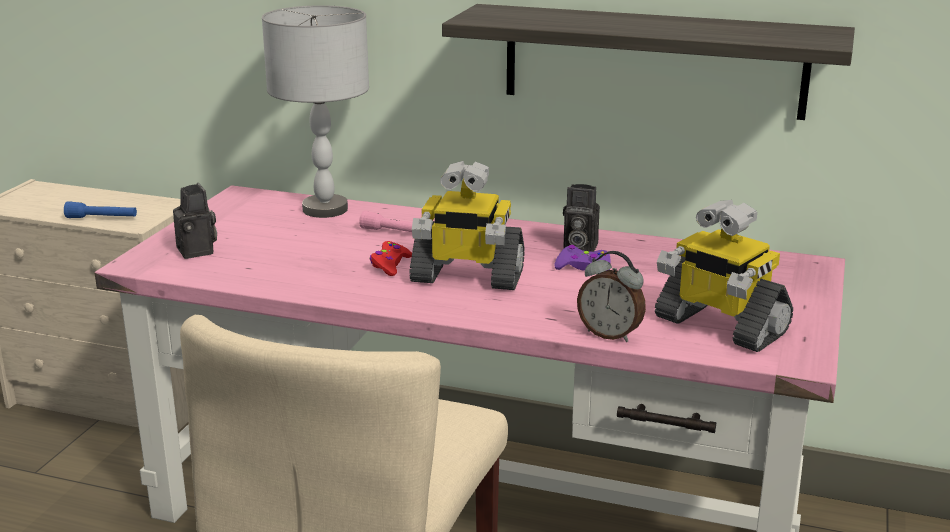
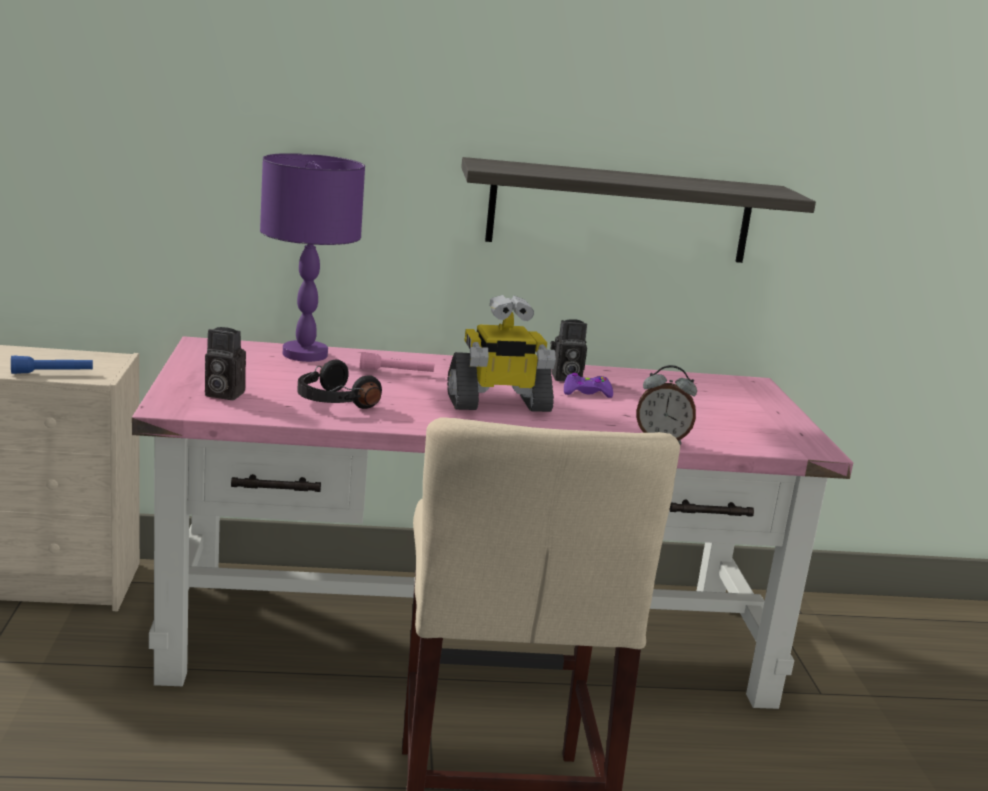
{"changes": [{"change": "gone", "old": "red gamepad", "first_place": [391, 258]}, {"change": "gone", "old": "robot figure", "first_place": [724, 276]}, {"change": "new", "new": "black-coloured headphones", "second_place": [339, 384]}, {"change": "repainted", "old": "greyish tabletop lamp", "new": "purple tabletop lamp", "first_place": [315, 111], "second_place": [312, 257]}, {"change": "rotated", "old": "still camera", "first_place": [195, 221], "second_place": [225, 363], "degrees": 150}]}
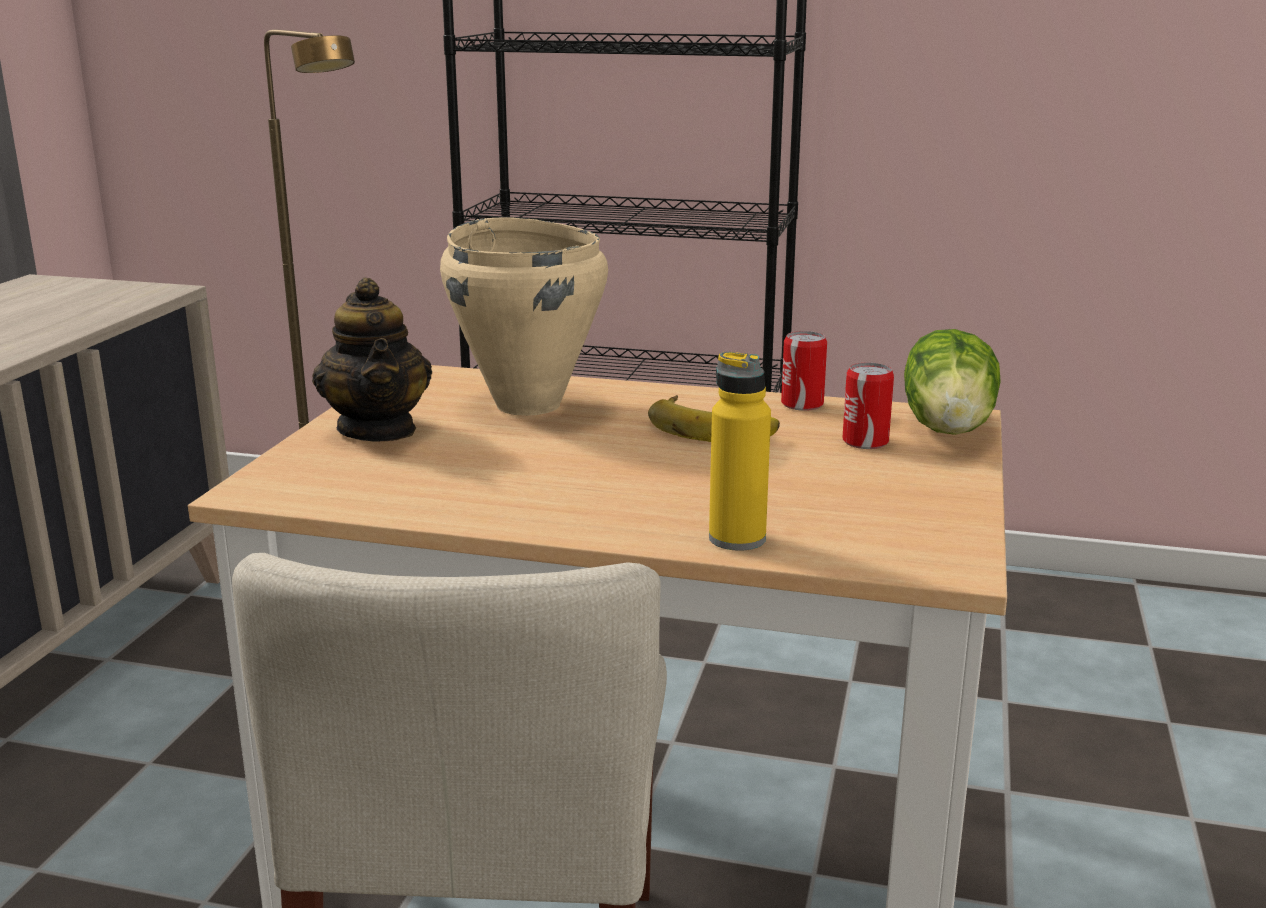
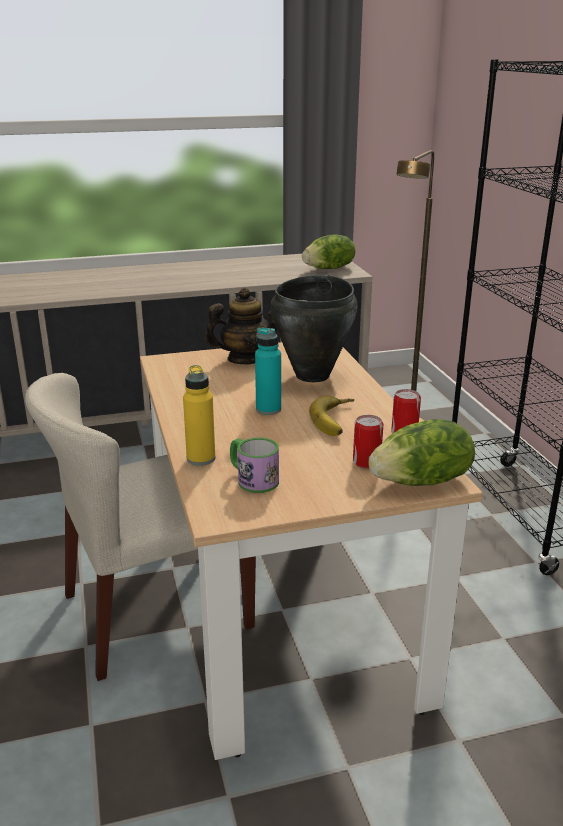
{"changes": [{"change": "new", "new": "coffee mug", "second_place": [254, 465]}, {"change": "new", "new": "turquoise beverage bottle", "second_place": [268, 371]}, {"change": "new", "new": "lettuce", "second_place": [328, 252]}, {"change": "repainted", "old": "sand-coloured saucepot", "new": "black-coloured saucepot", "first_place": [524, 316], "second_place": [314, 328]}, {"change": "rotated", "old": "pot for tea", "first_place": [372, 360], "second_place": [240, 326], "degrees": -150}]}
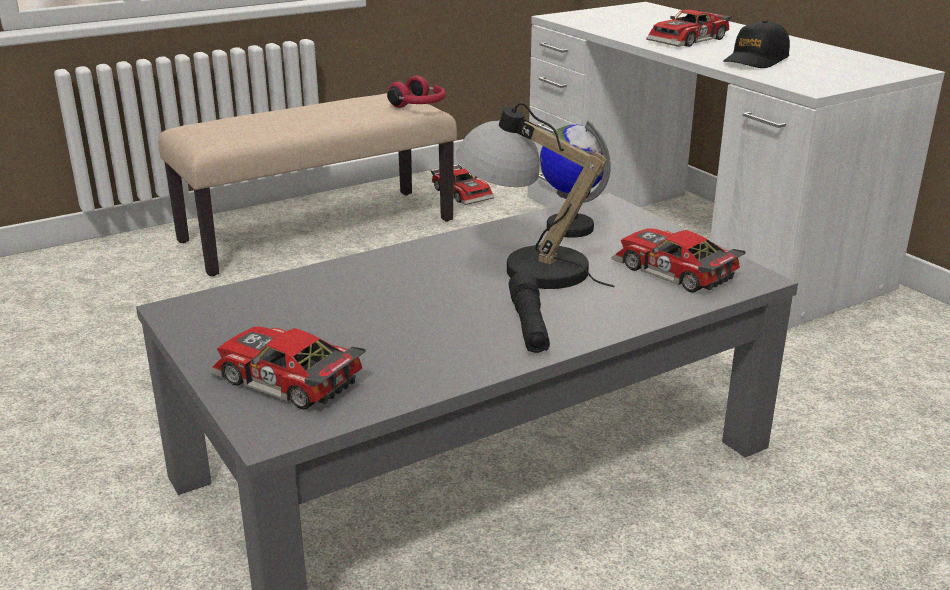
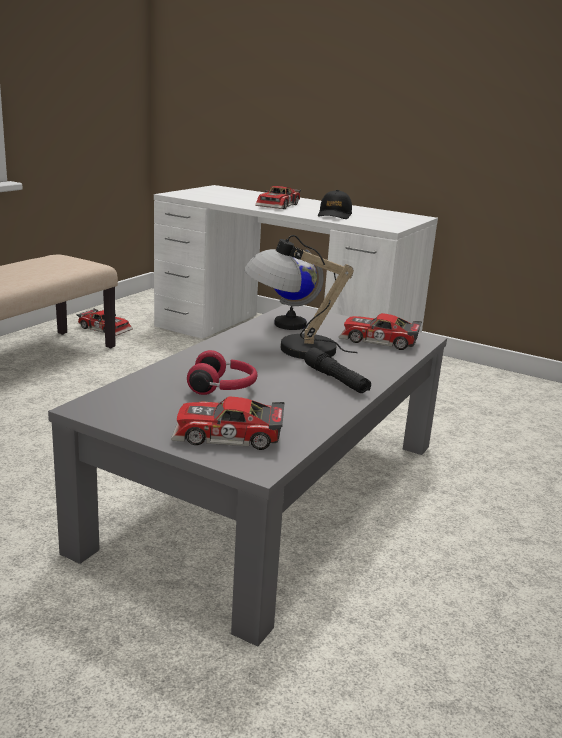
{"changes": [{"change": "shifted", "old": "red headphones", "first_place": [416, 92], "second_place": [222, 372]}]}
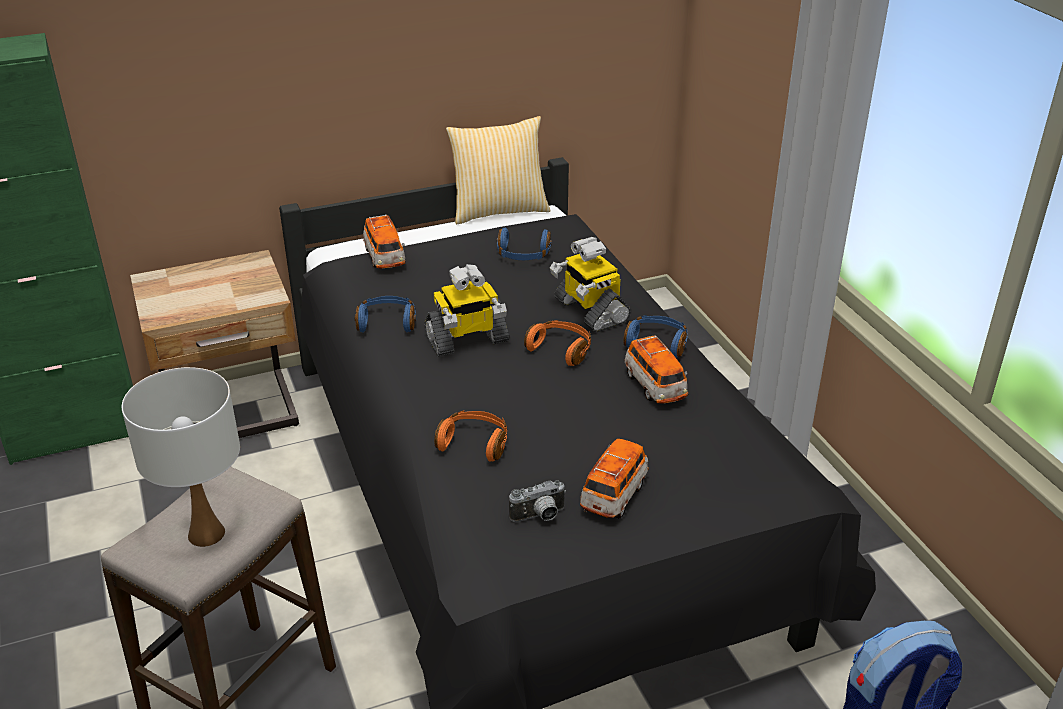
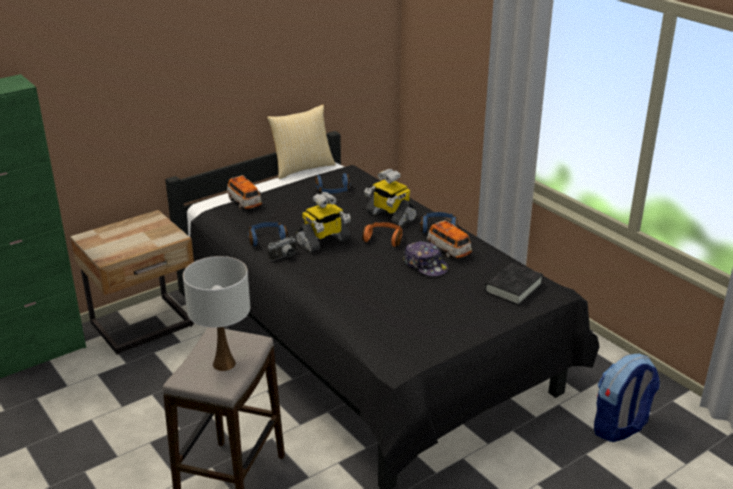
{"changes": [{"change": "gone", "old": "orangey headphones", "first_place": [470, 435]}, {"change": "gone", "old": "model car", "first_place": [614, 478]}, {"change": "new", "new": "cap", "second_place": [425, 259]}, {"change": "new", "new": "black-coloured book", "second_place": [514, 284]}, {"change": "shifted", "old": "still camera", "first_place": [537, 501], "second_place": [282, 248]}]}
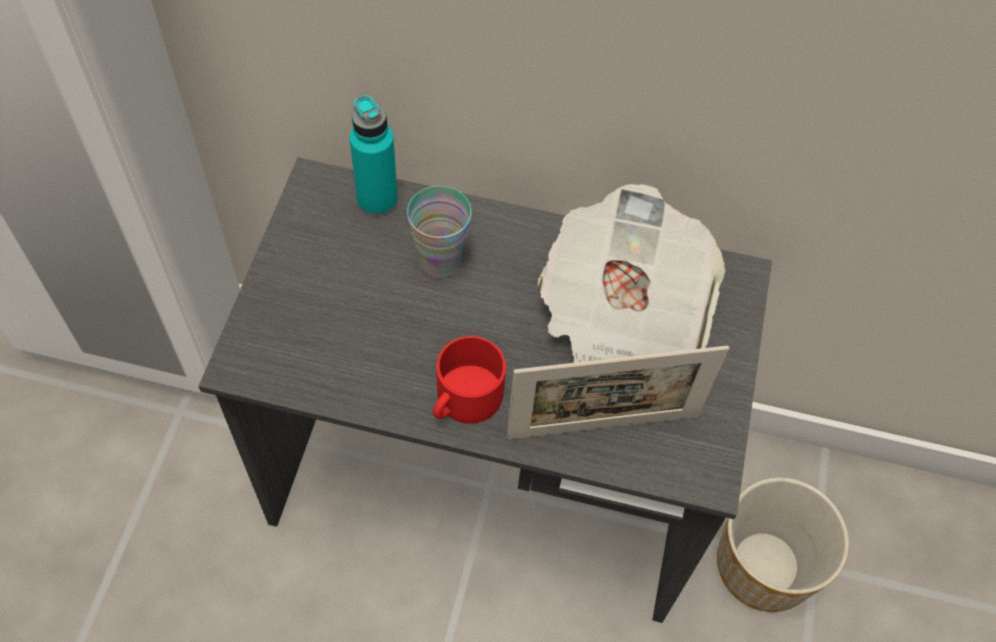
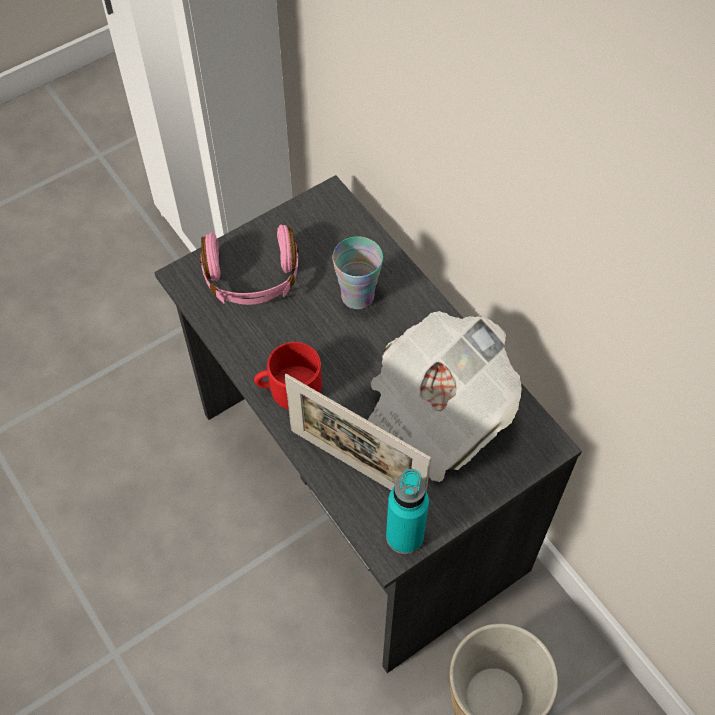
{"changes": [{"change": "new", "new": "pinkish headphones", "second_place": [249, 265]}, {"change": "shifted", "old": "turquoise beverage bottle", "first_place": [374, 155], "second_place": [407, 511]}]}
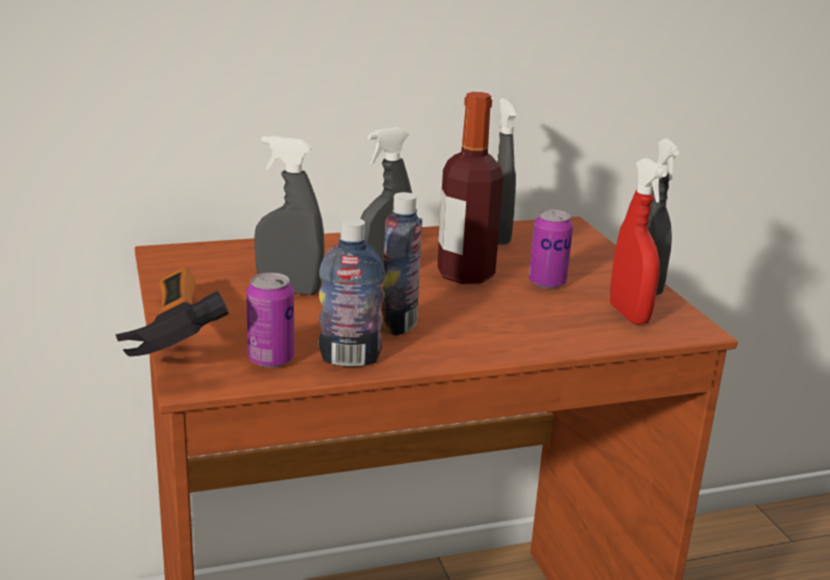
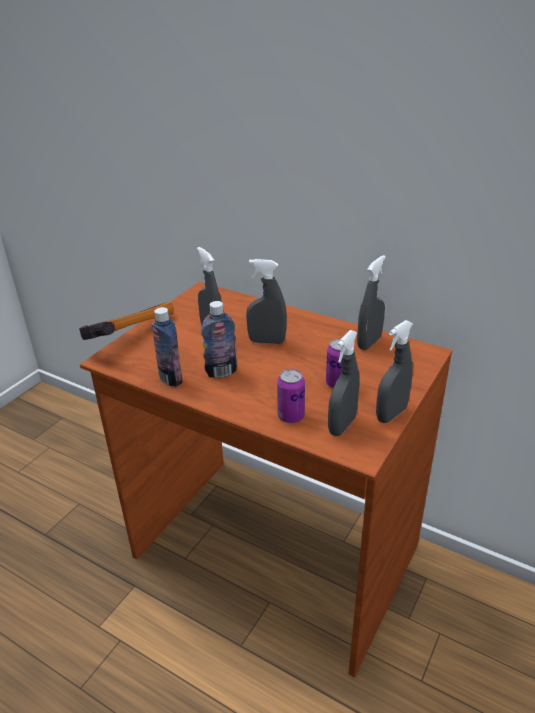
{"changes": [{"change": "gone", "old": "beverage bottle", "first_place": [470, 188]}, {"change": "shifted", "old": "metal can", "first_place": [270, 320], "second_place": [291, 396]}, {"change": "repainted", "old": "red hand sprayer", "new": "greyish hand sprayer", "first_place": [638, 241], "second_place": [343, 383]}]}
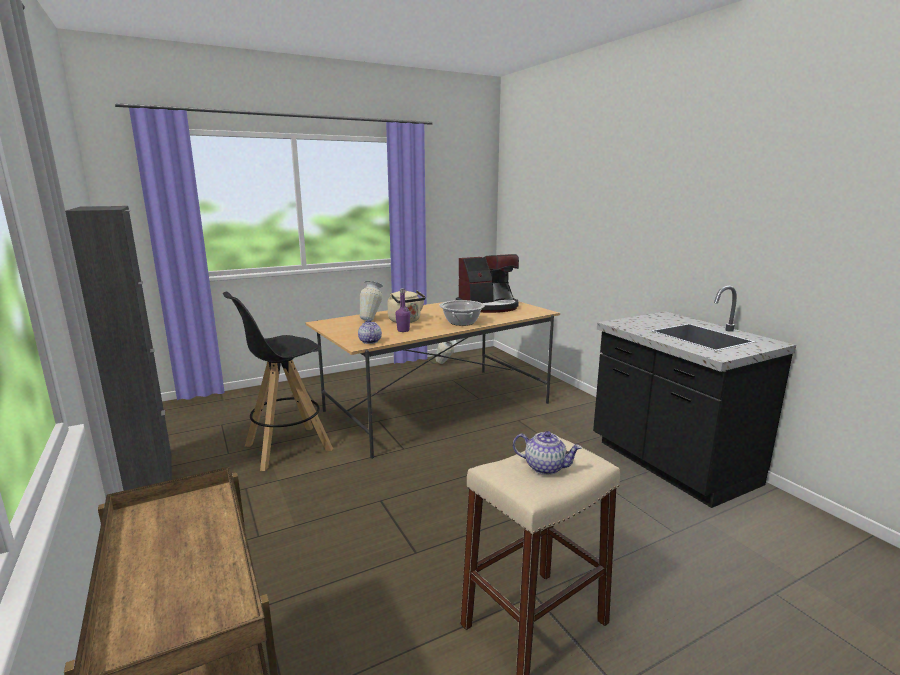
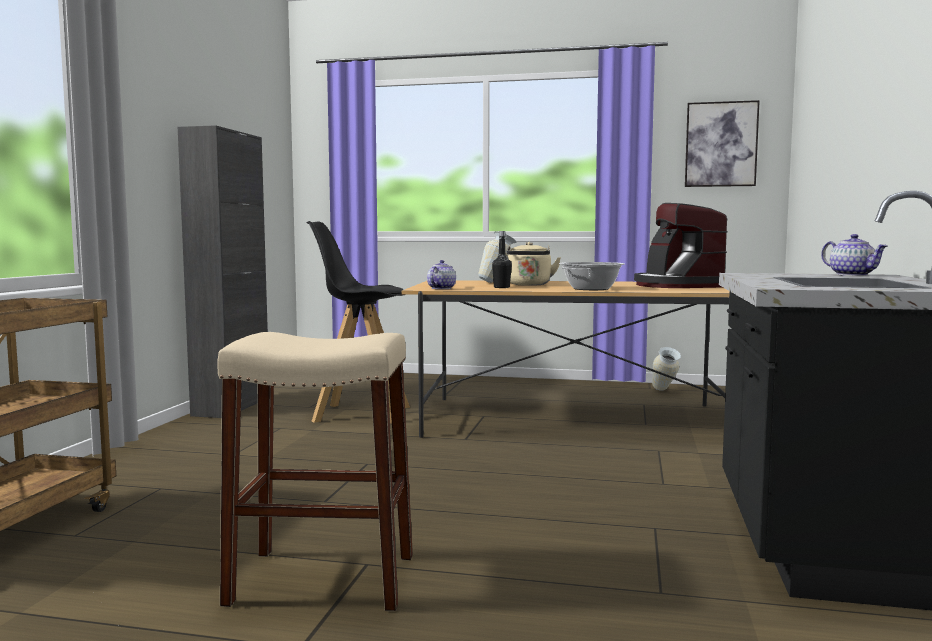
{"changes": [{"change": "new", "new": "wall picture", "second_place": [722, 143]}, {"change": "shifted", "old": "pot for tea", "first_place": [547, 453], "second_place": [854, 255]}, {"change": "repainted", "old": "purple beverage bottle", "new": "black-coloured beverage bottle", "first_place": [403, 310], "second_place": [502, 259]}, {"change": "rotated", "old": "coffee machine", "first_place": [487, 283], "second_place": [681, 245], "degrees": 60}]}
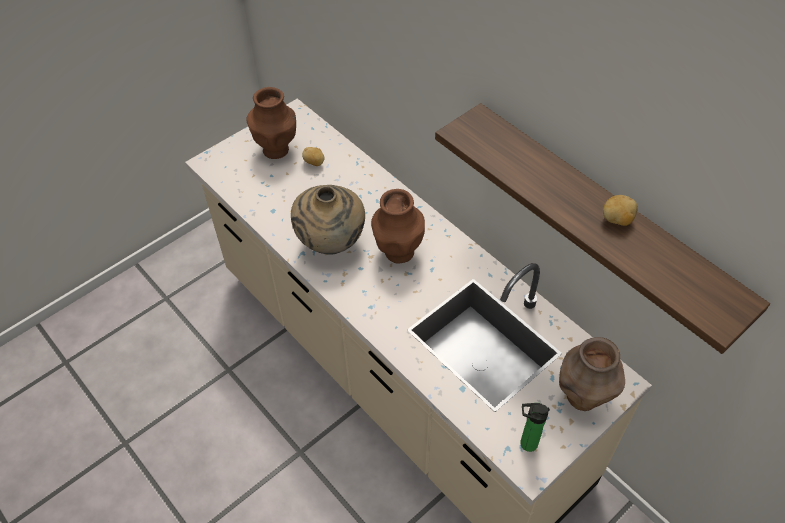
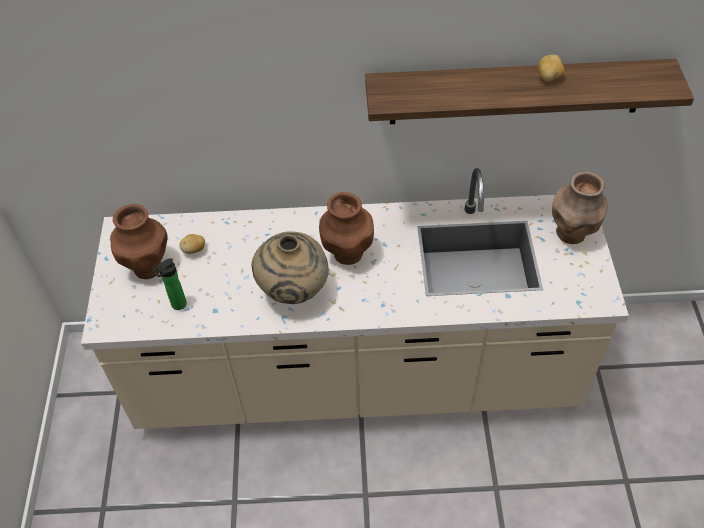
{"changes": [{"change": "shifted", "old": "beverage bottle", "first_place": [535, 427], "second_place": [169, 284]}]}
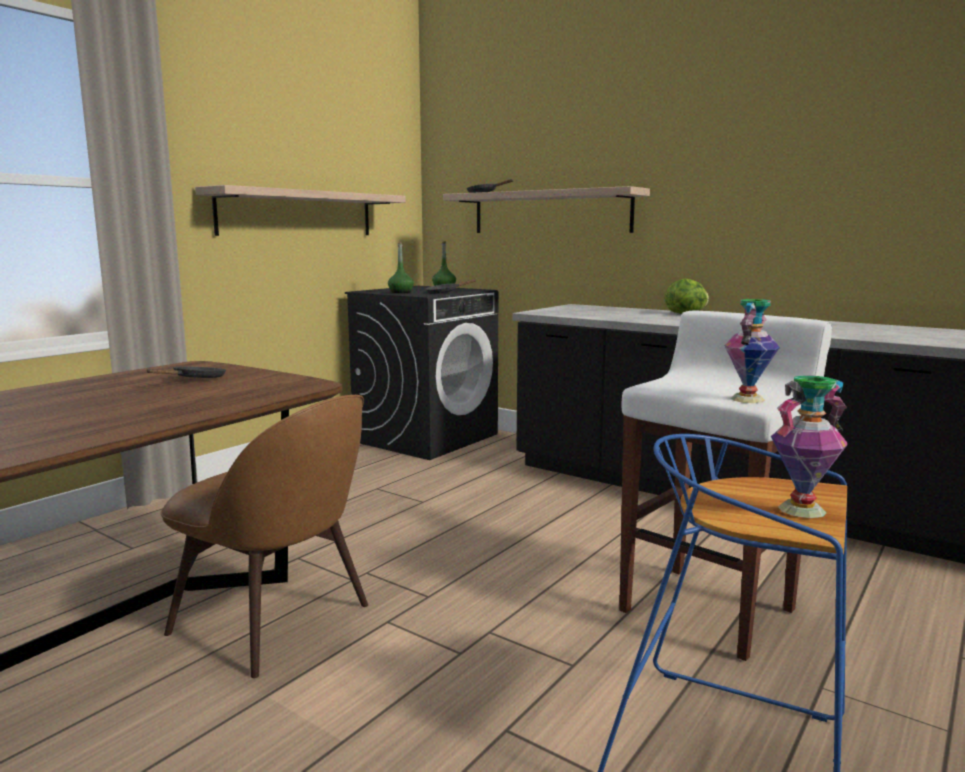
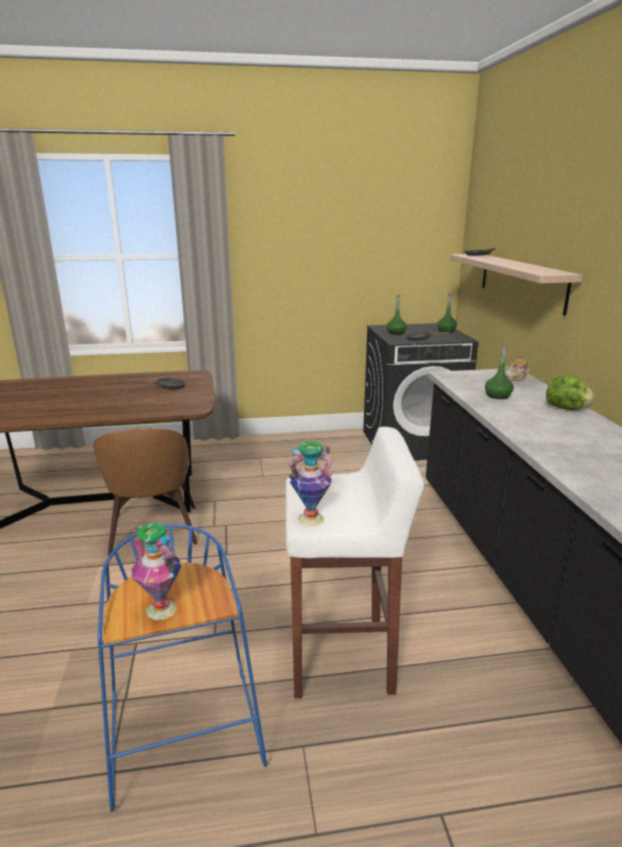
{"changes": [{"change": "gone", "old": "wall shelf", "first_place": [300, 210]}, {"change": "new", "new": "green-coloured beverage bottle", "second_place": [499, 372]}, {"change": "new", "new": "pot for tea", "second_place": [517, 368]}]}
